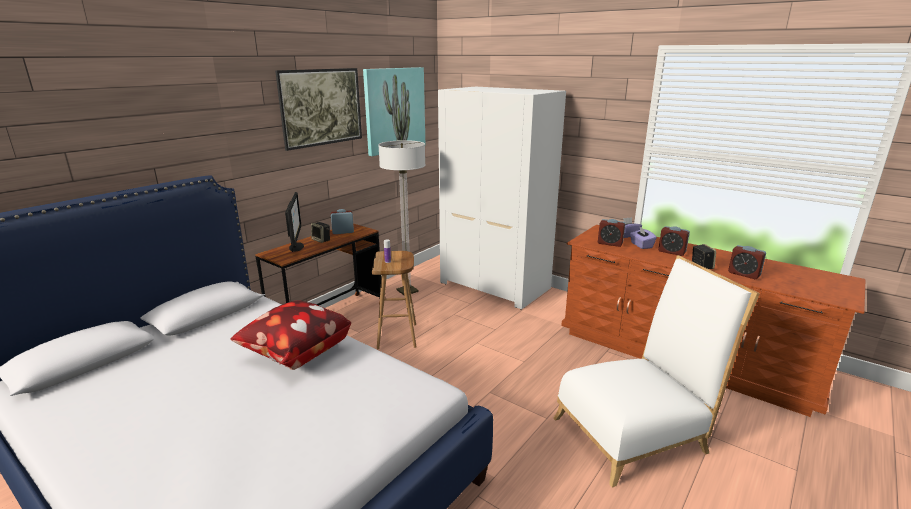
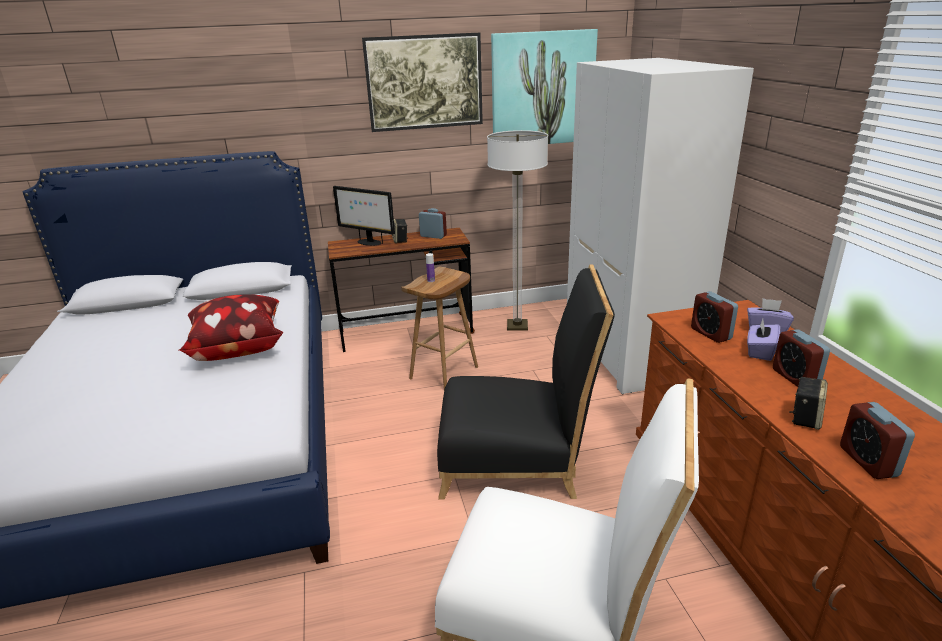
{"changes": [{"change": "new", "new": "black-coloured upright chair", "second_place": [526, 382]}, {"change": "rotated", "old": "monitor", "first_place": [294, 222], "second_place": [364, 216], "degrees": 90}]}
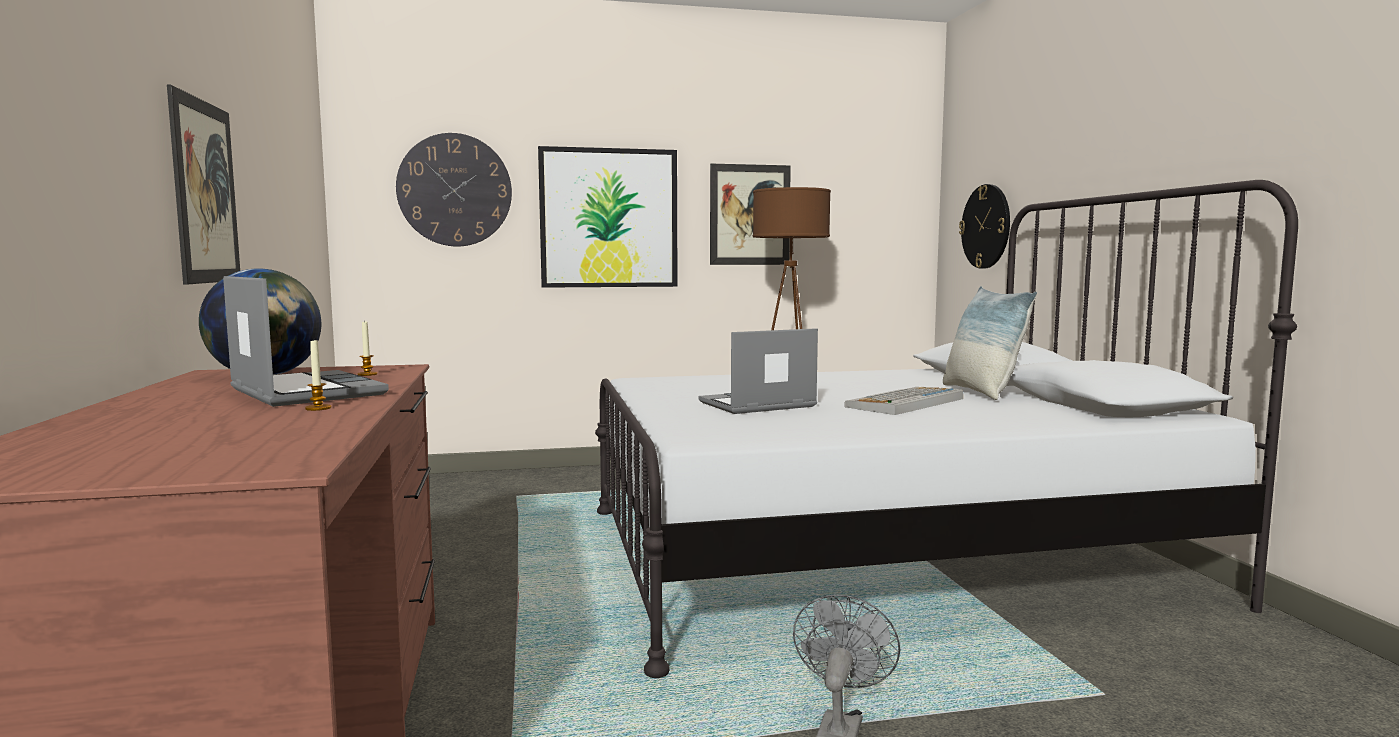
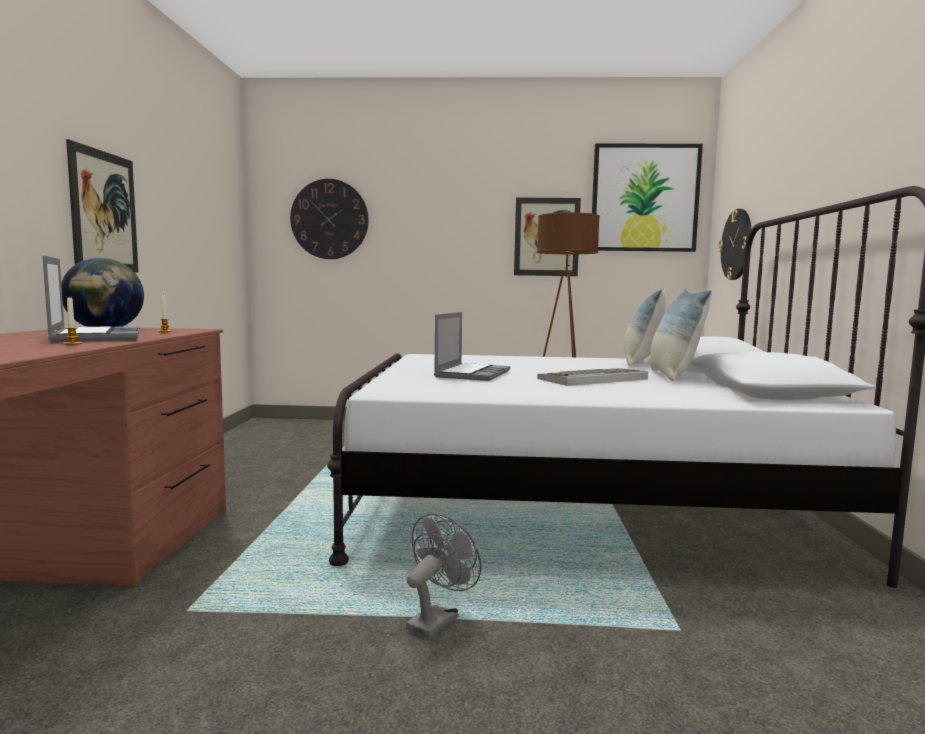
{"changes": [{"change": "new", "new": "cushion", "second_place": [645, 327]}, {"change": "shifted", "old": "wall picture", "first_place": [608, 217], "second_place": [647, 197]}, {"change": "rotated", "old": "laptop", "first_place": [758, 371], "second_place": [472, 346], "degrees": 120}]}
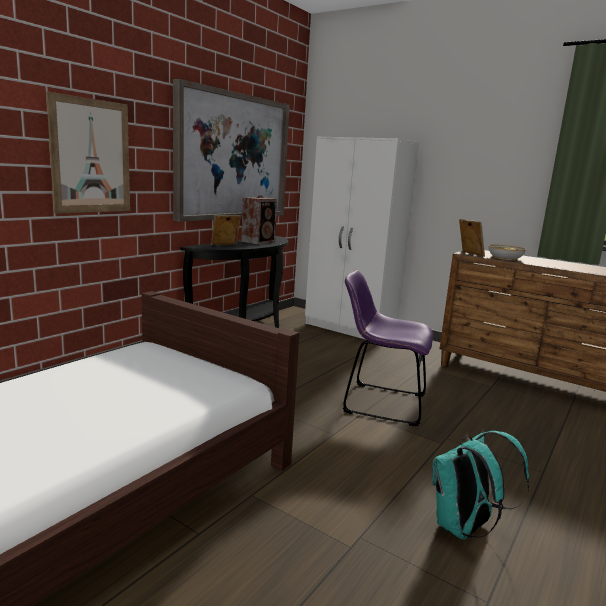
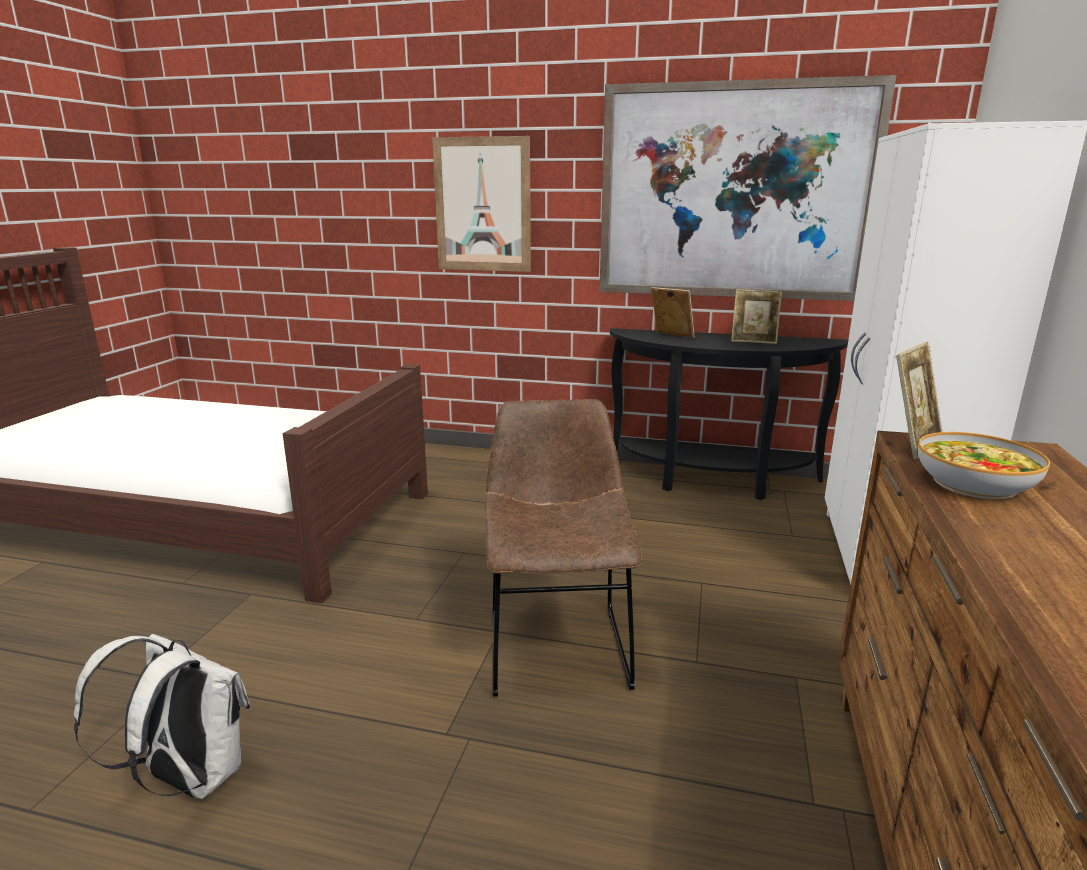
{"changes": [{"change": "swapped", "old": "audio speaker", "new": "picture frame", "first_place": [259, 219], "second_place": [756, 316]}, {"change": "repainted", "old": "purple upright chair", "new": "brown-coloured upright chair", "first_place": [388, 348], "second_place": [563, 548]}, {"change": "repainted", "old": "turquoise knapsack", "new": "whitish knapsack", "first_place": [481, 485], "second_place": [162, 716]}]}
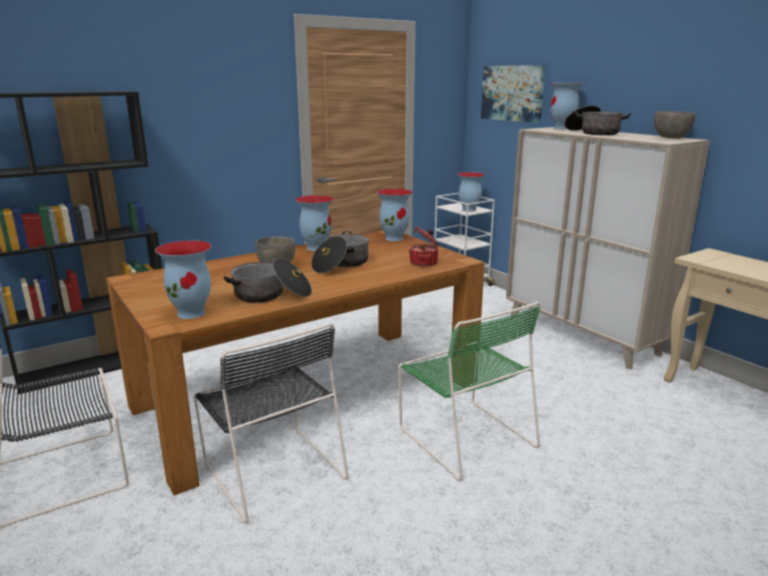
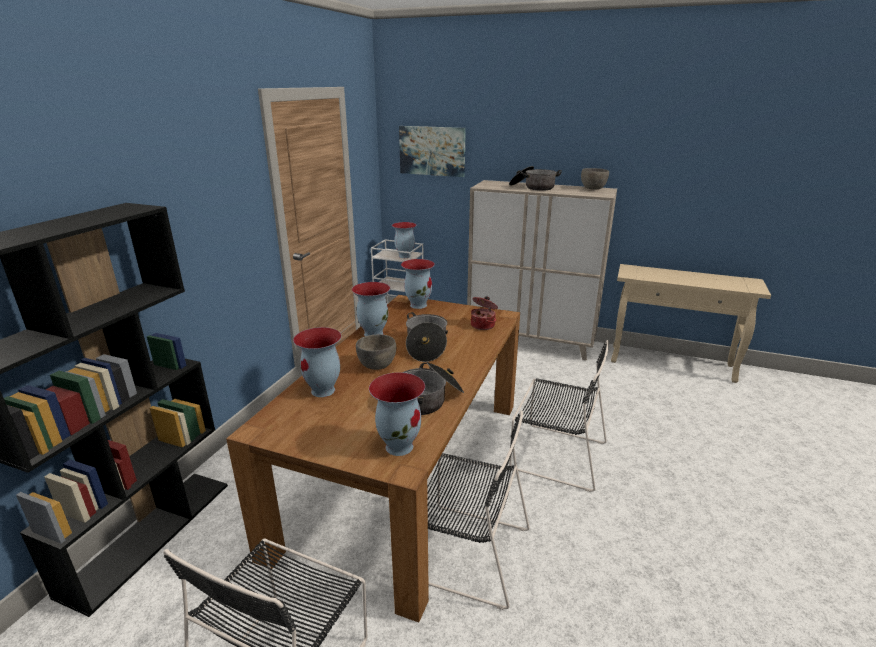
{"changes": [{"change": "shifted", "old": "flower vase", "first_place": [567, 106], "second_place": [317, 362]}, {"change": "repainted", "old": "green-coloured upright chair", "new": "black-coloured upright chair", "first_place": [469, 391], "second_place": [559, 416]}]}
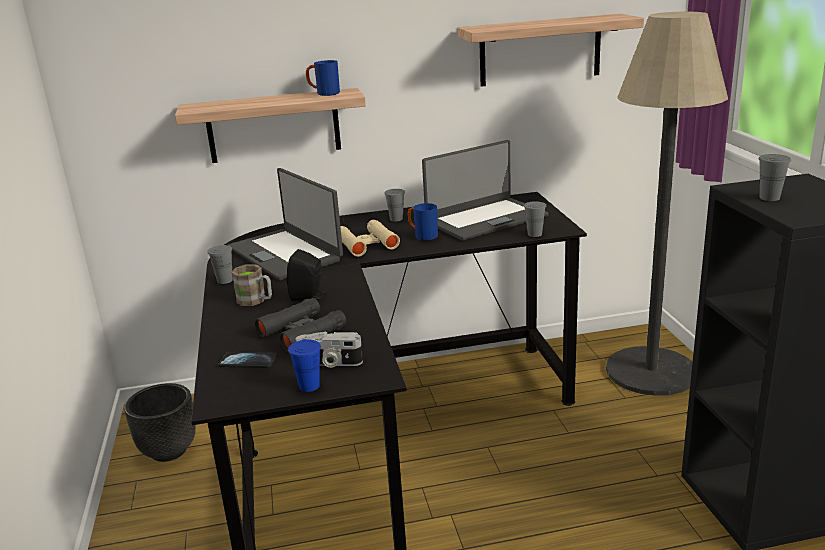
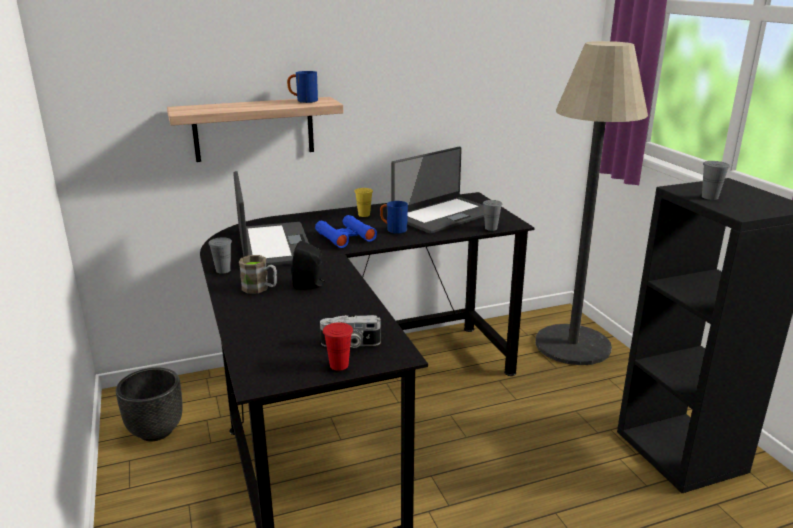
{"changes": [{"change": "gone", "old": "telephone", "first_place": [248, 360]}, {"change": "gone", "old": "black-coloured pair of binoculars", "first_place": [301, 325]}, {"change": "gone", "old": "wall shelf", "first_place": [550, 50]}, {"change": "repainted", "old": "bluish cup", "new": "red cup", "first_place": [304, 365], "second_place": [338, 346]}, {"change": "repainted", "old": "sand-coloured pair of binoculars", "new": "bluish pair of binoculars", "first_place": [370, 238], "second_place": [346, 231]}, {"change": "repainted", "old": "greyish cup", "new": "yellow cup", "first_place": [394, 205], "second_place": [363, 202]}, {"change": "rotated", "old": "laptop", "first_place": [285, 224], "second_place": [271, 219], "degrees": -150}]}
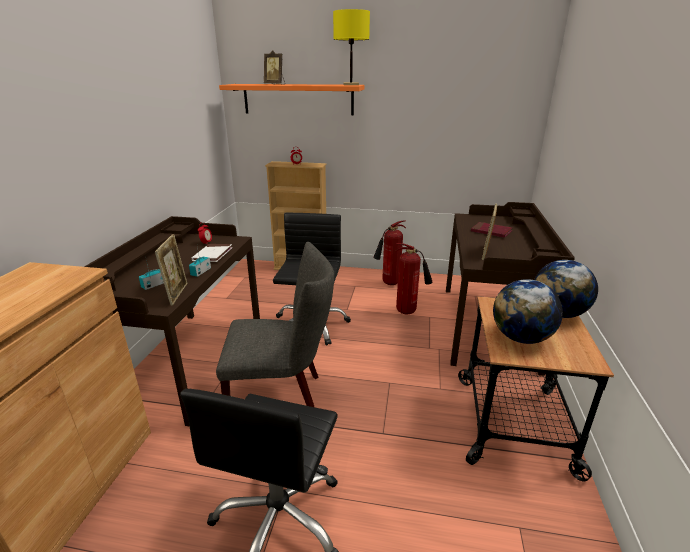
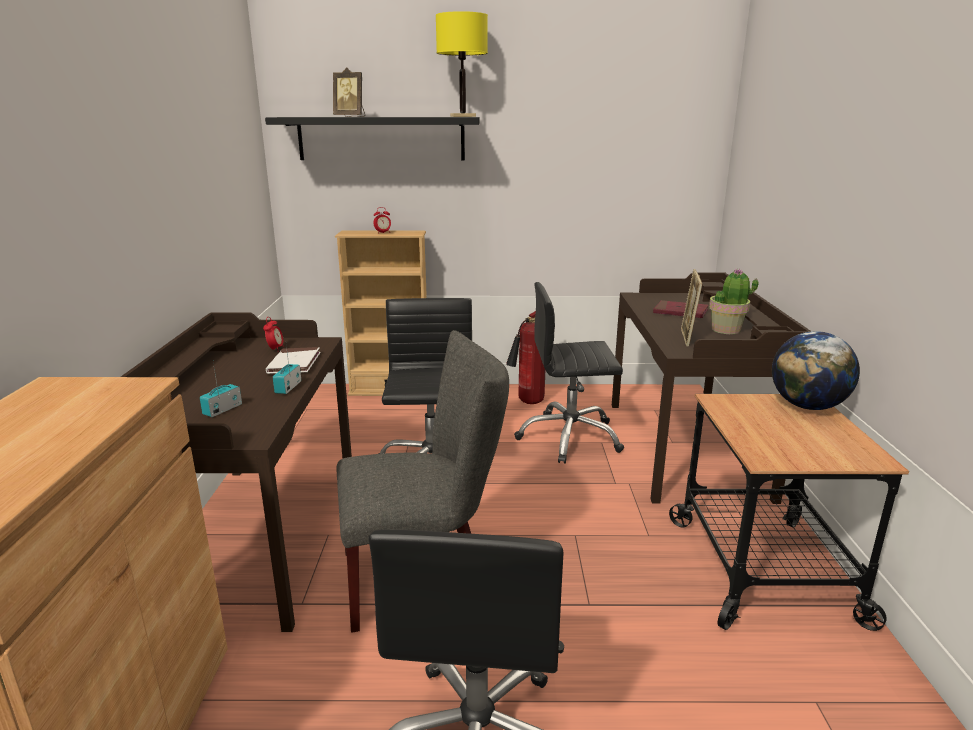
{"changes": [{"change": "gone", "old": "picture frame", "first_place": [171, 270]}, {"change": "gone", "old": "globe", "first_place": [528, 311]}, {"change": "new", "new": "houseplant", "second_place": [733, 301]}, {"change": "swapped", "old": "extinguisher", "new": "black-coloured desk chair", "first_place": [414, 278], "second_place": [569, 373]}, {"change": "repainted", "old": "orangey wall shelf", "new": "black-coloured wall shelf", "first_place": [292, 99], "second_place": [372, 138]}]}
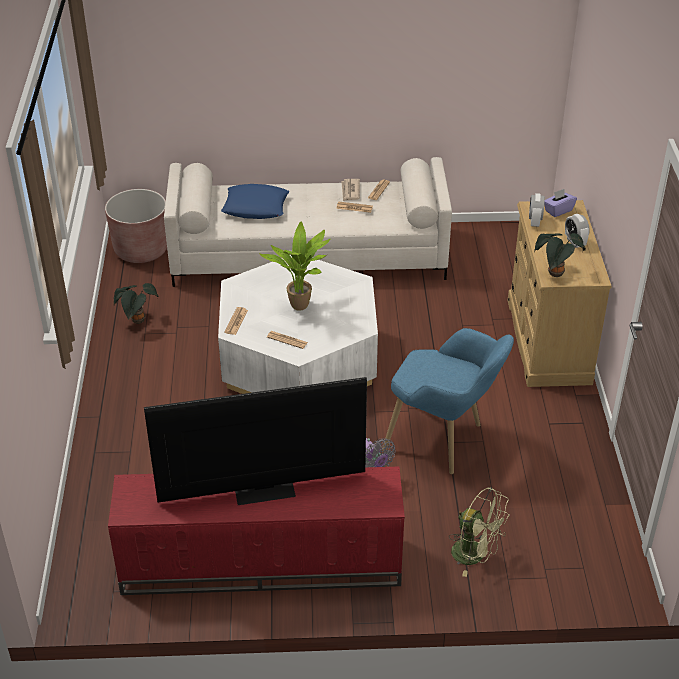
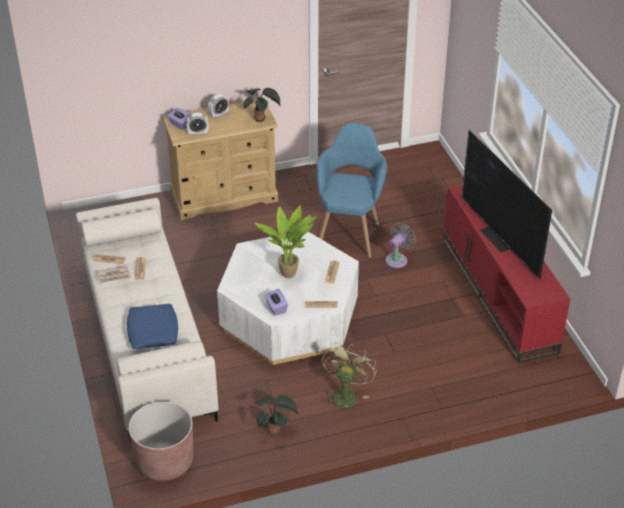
{"changes": [{"change": "new", "new": "purple tissue holder", "second_place": [276, 302]}, {"change": "shifted", "old": "green-coloured electric fan", "first_place": [479, 532], "second_place": [349, 377]}]}
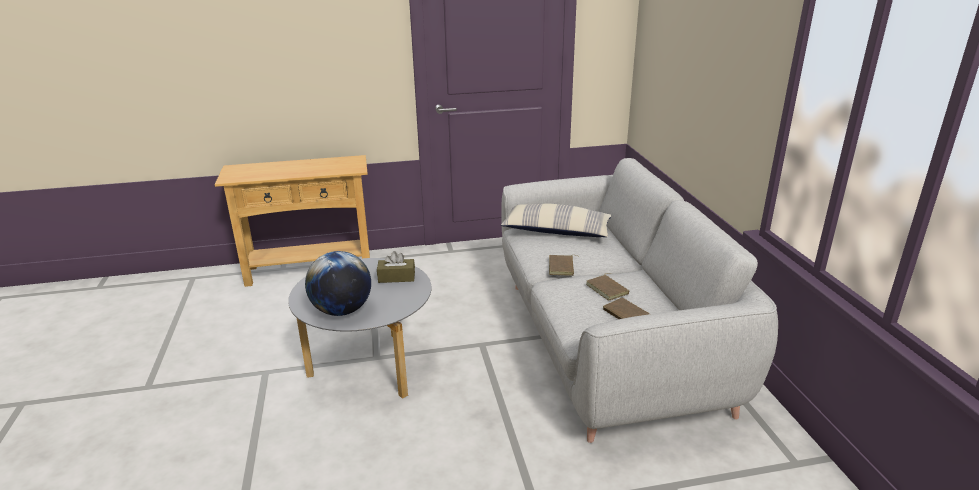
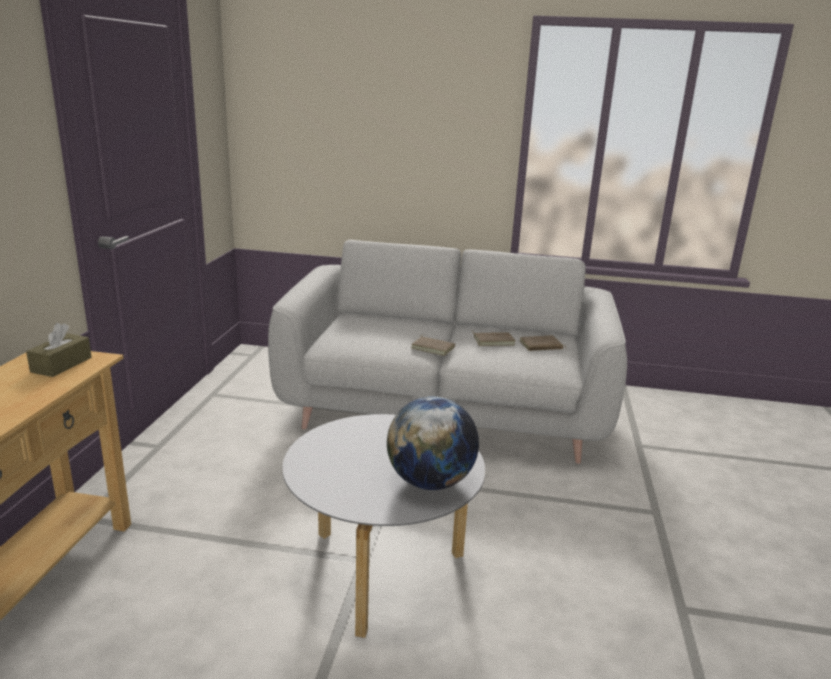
{"changes": [{"change": "gone", "old": "cushion", "first_place": [556, 220]}, {"change": "shifted", "old": "brown-coloured tissue holder", "first_place": [396, 267], "second_place": [58, 350]}]}
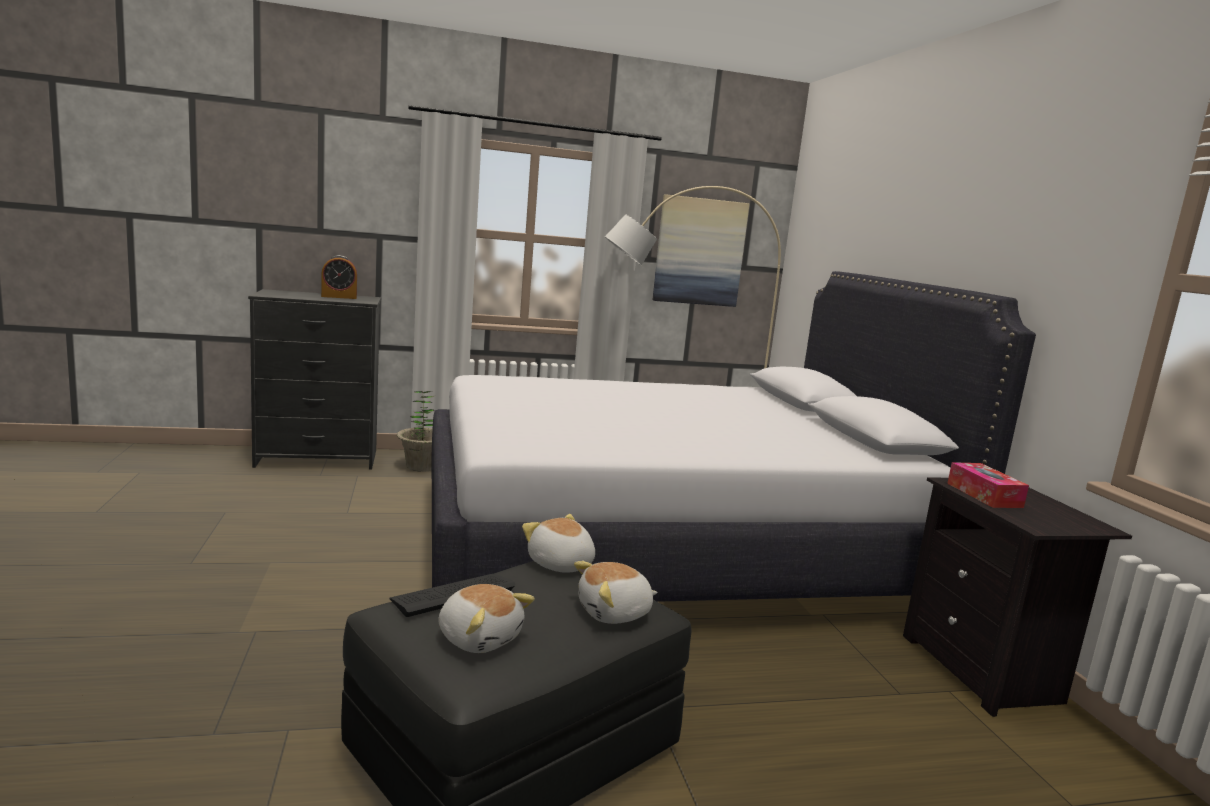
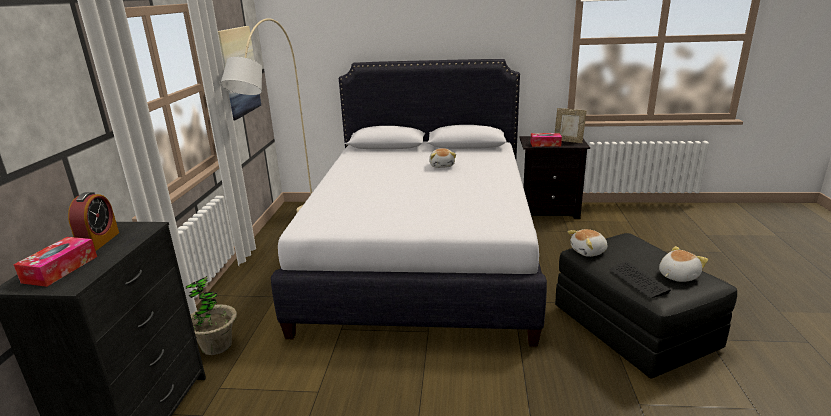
{"changes": [{"change": "new", "new": "tissue holder", "second_place": [55, 262]}, {"change": "new", "new": "picture frame", "second_place": [571, 125]}, {"change": "shifted", "old": "soft toy", "first_place": [616, 592], "second_place": [442, 158]}]}
